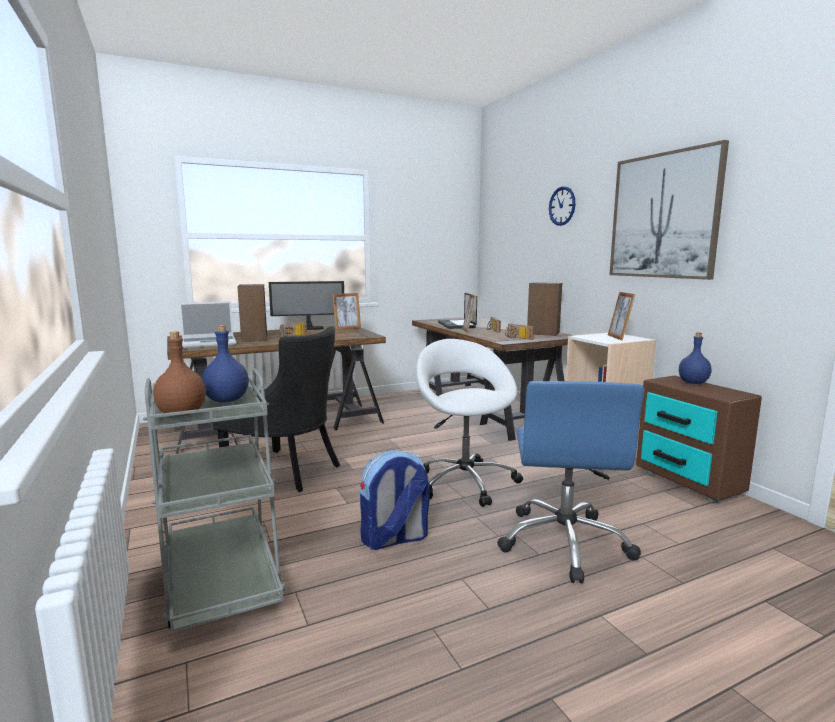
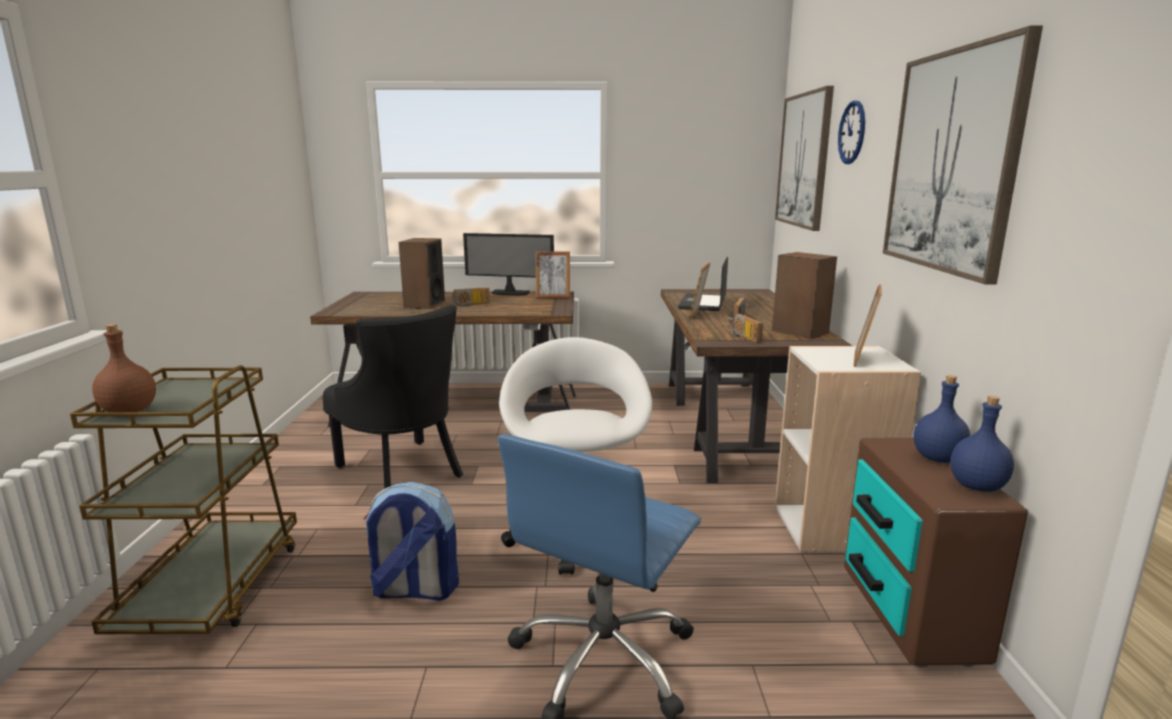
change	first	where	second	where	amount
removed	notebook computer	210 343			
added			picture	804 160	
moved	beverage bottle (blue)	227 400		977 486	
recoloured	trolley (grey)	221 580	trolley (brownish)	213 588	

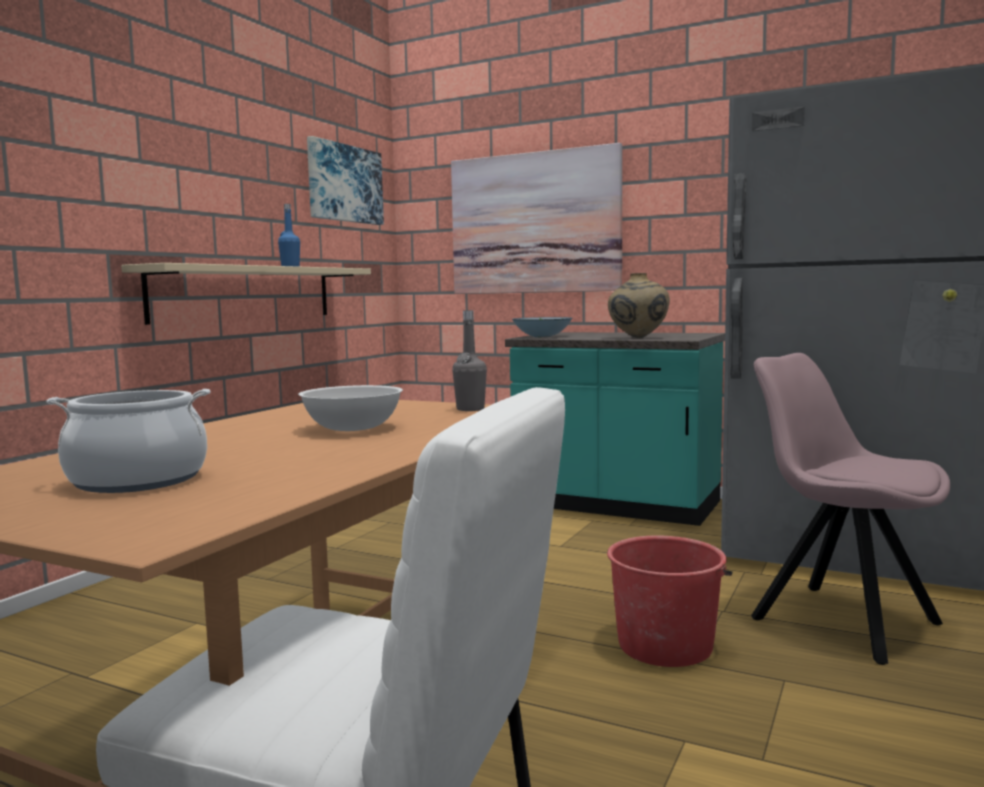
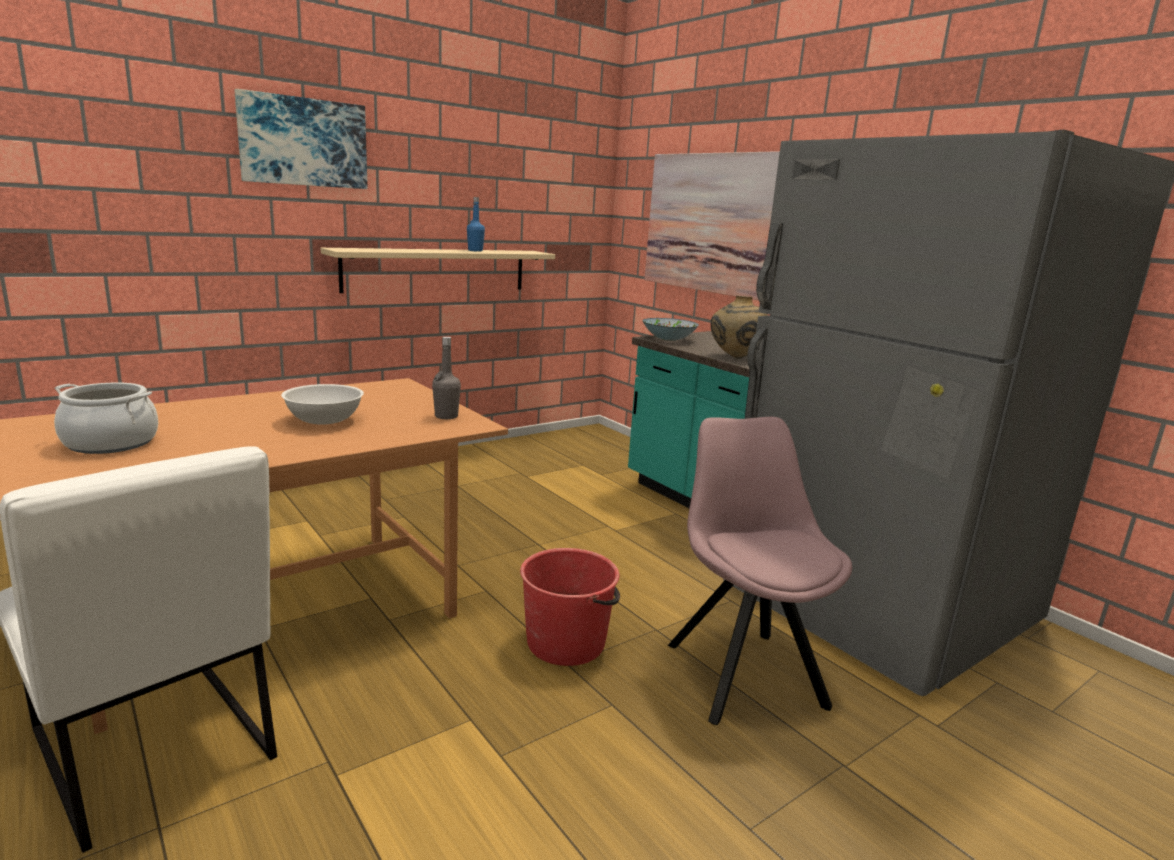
change	first	where	second	where	amount
moved	picture	344 183		303 142	

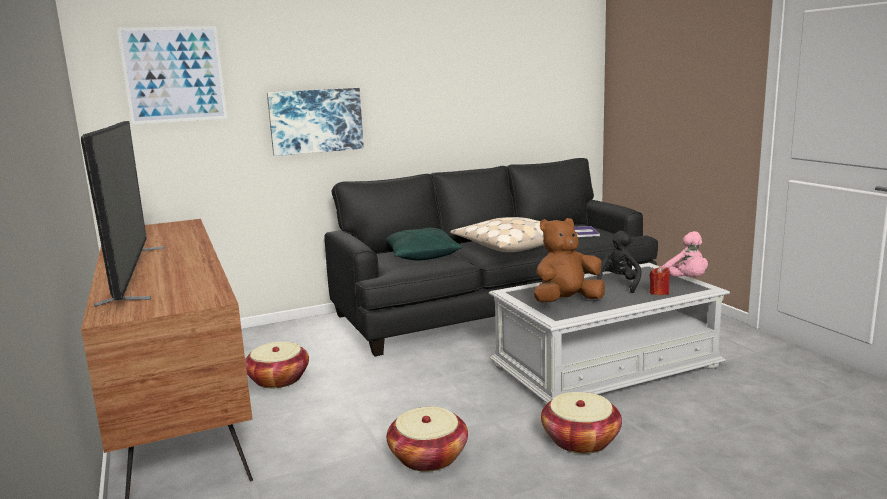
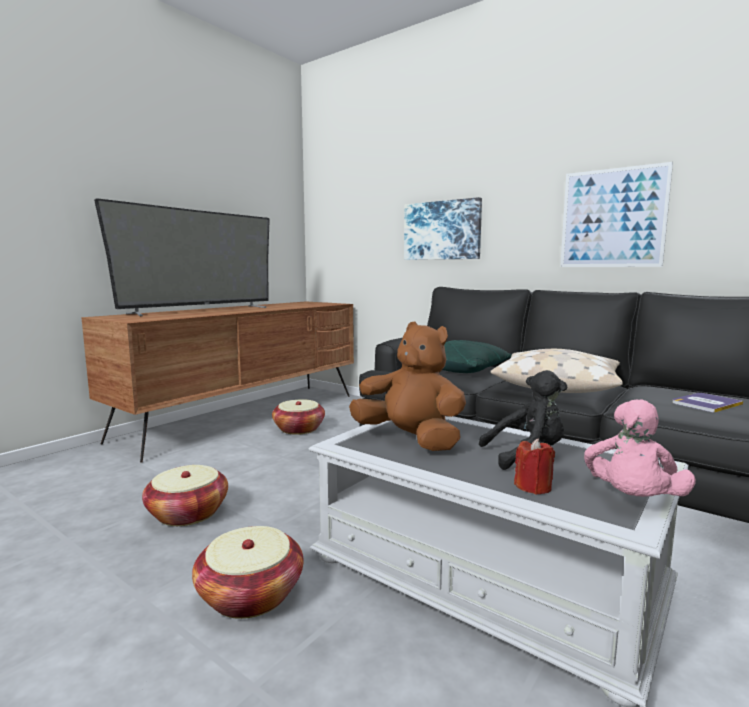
change	first	where	second	where	amount
moved	picture	174 74		612 218	

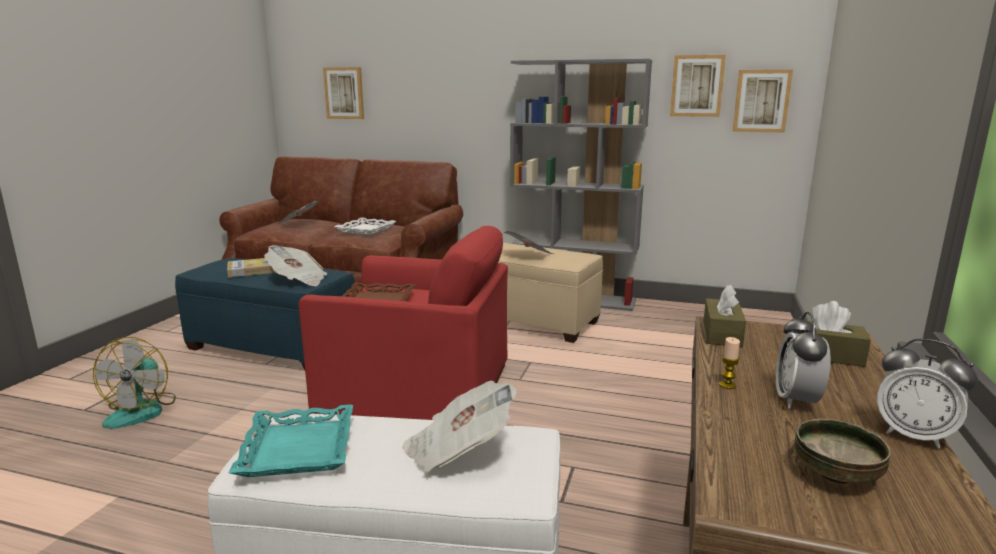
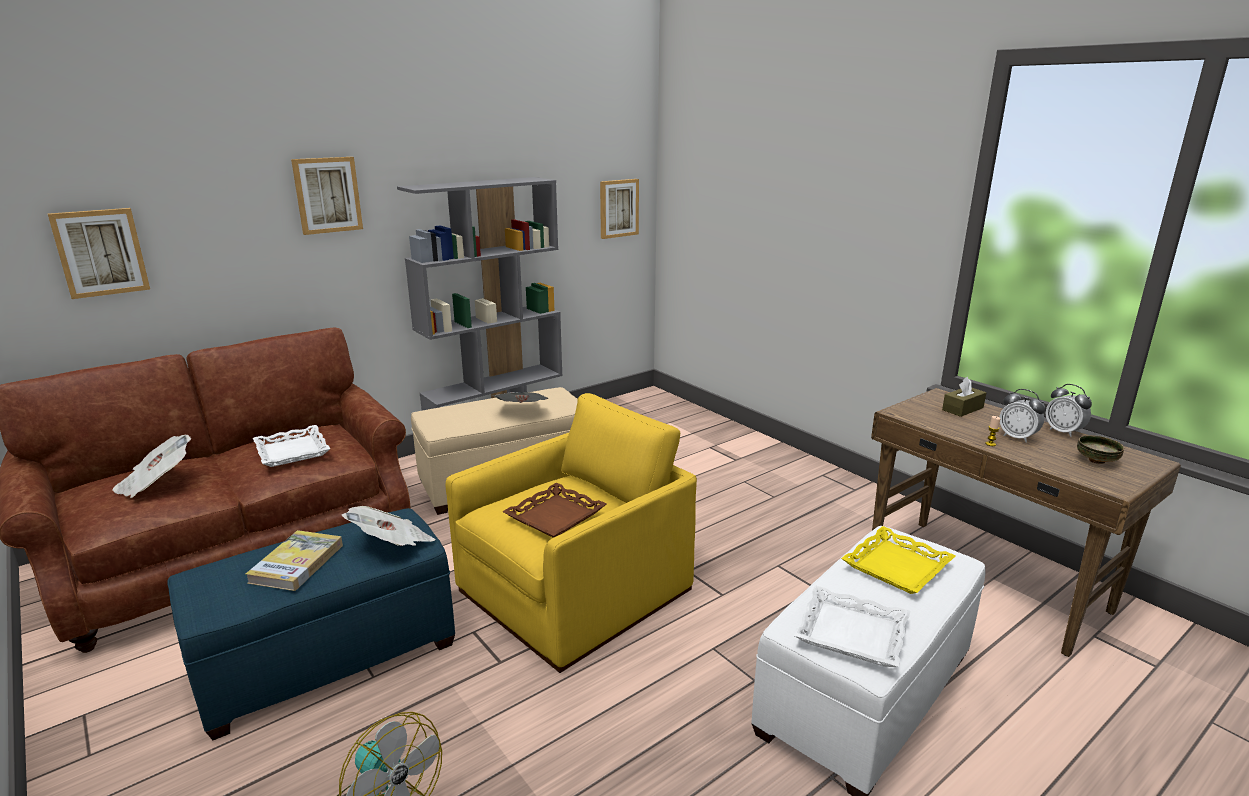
change	first	where	second	where	amount
removed	tissue holder (brownish)	722 334			
moved	picture	697 86		327 195	
replaced	printed paper	458 451	serving tray (yellow-coloured)	897 567	
recoloured	serving tray (blue-green)	297 448	serving tray (white-coloured)	851 634	
recoloured	easy chair (reddish)	415 389	easy chair (yellow-coloured)	575 591	
turned	table clock	913 435		1063 432	75 degrees clockwise

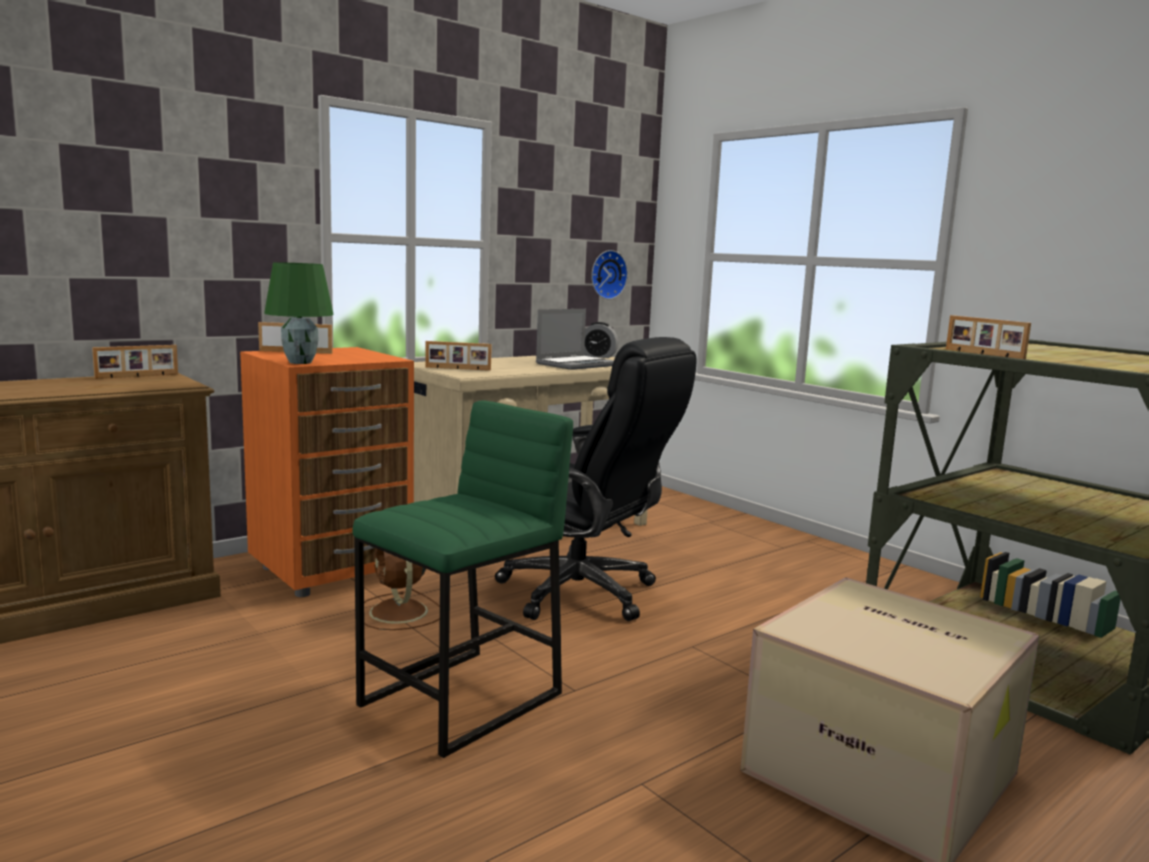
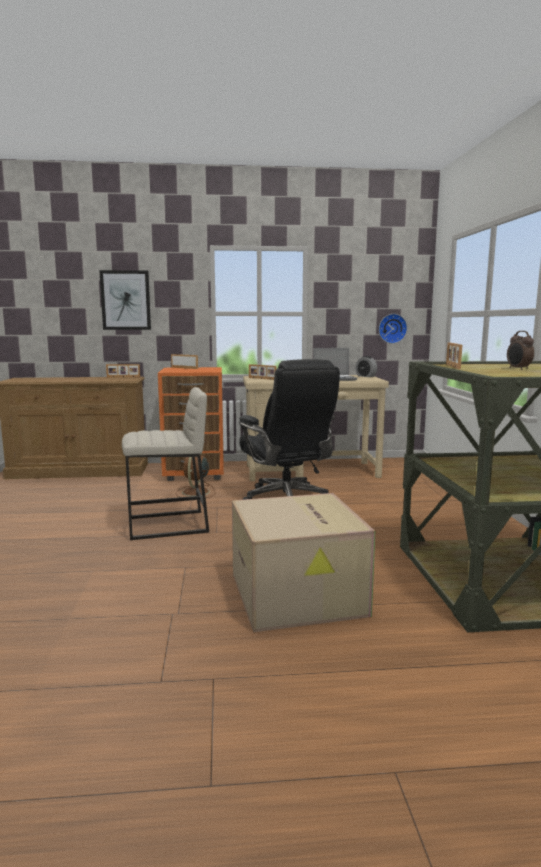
change	first	where	second	where	amount
removed	lamp for a table (green-coloured)	299 362			
added			picture	125 300	
added			table clock	518 369	
recoloured	sitting stool (green-coloured)	461 699	sitting stool (beige-coloured)	168 525	

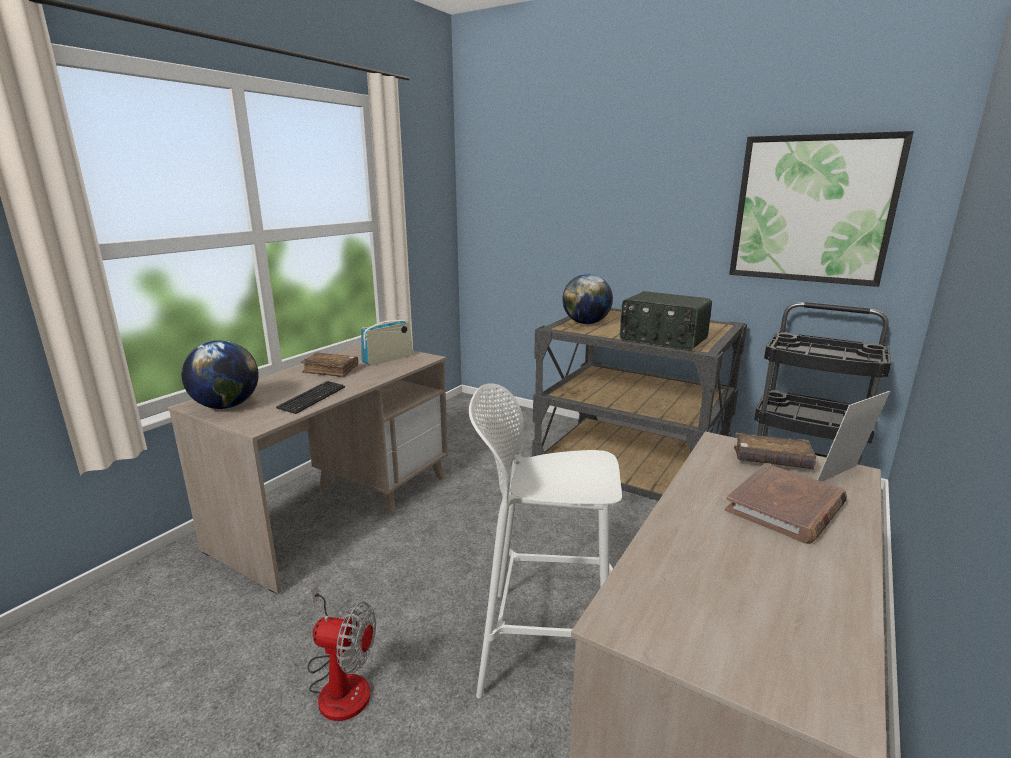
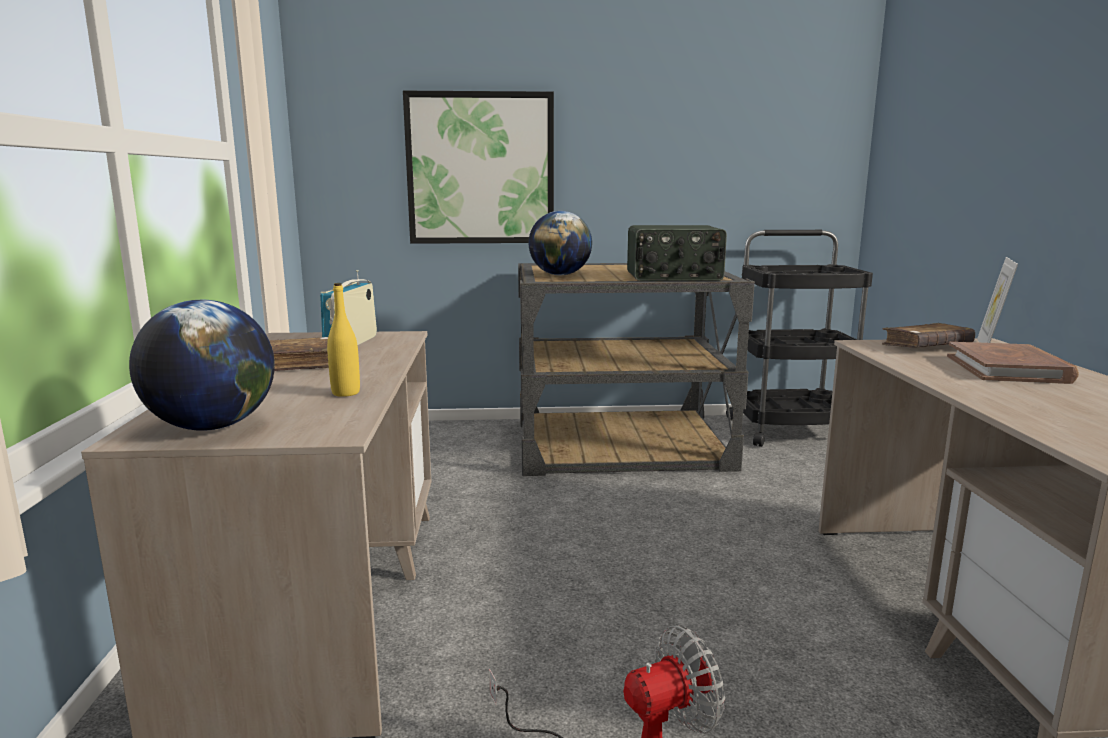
change	first	where	second	where	amount
removed	sitting stool (white-coloured)	542 645			
moved	picture	812 209		480 169	
replaced	PC keyboard	312 398	beverage bottle (yellow-coloured)	346 393	

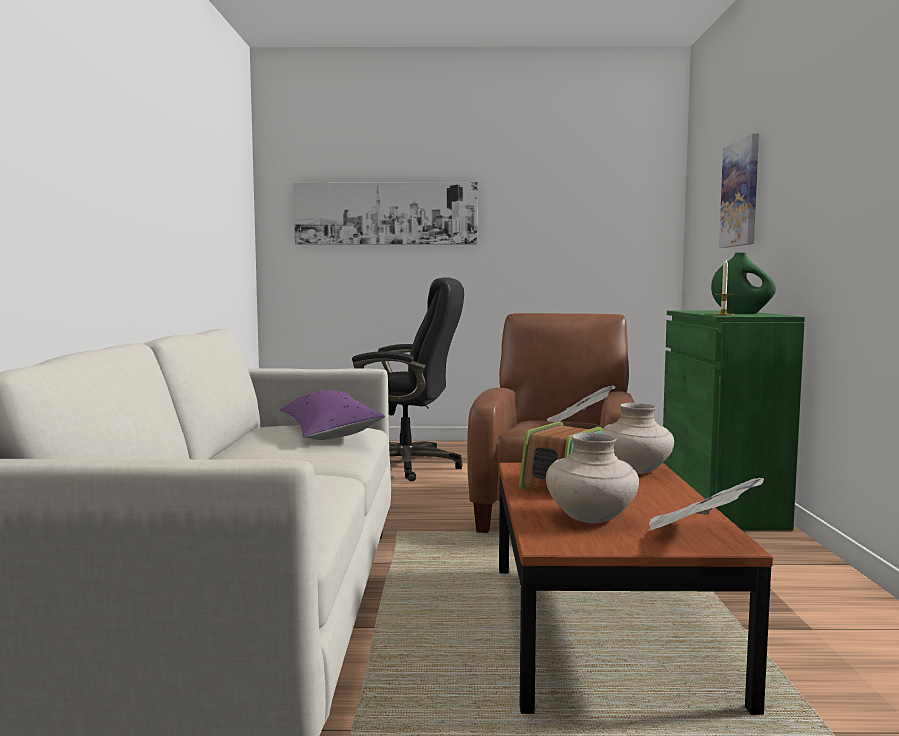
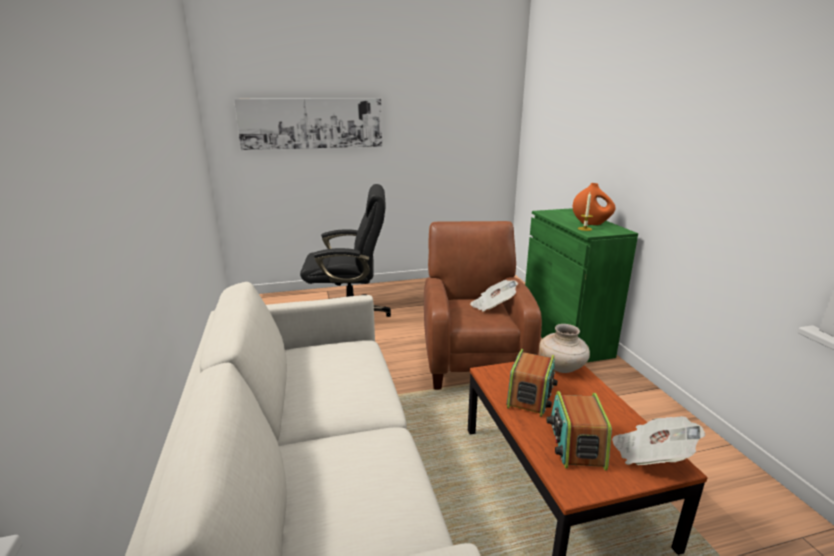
change	first	where	second	where	amount
removed	cushion (purple-coloured)	328 431			
removed	picture	740 194			
replaced	vase (beige-coloured)	591 518	radio	576 444	
recoloured	vase (green-coloured)	741 313	vase (orangey)	591 223	

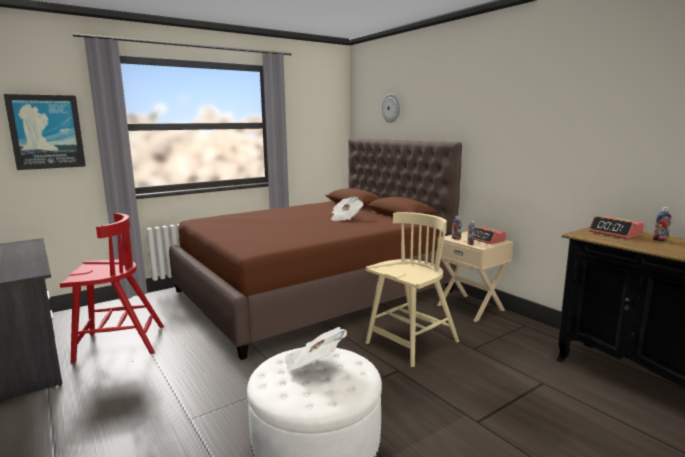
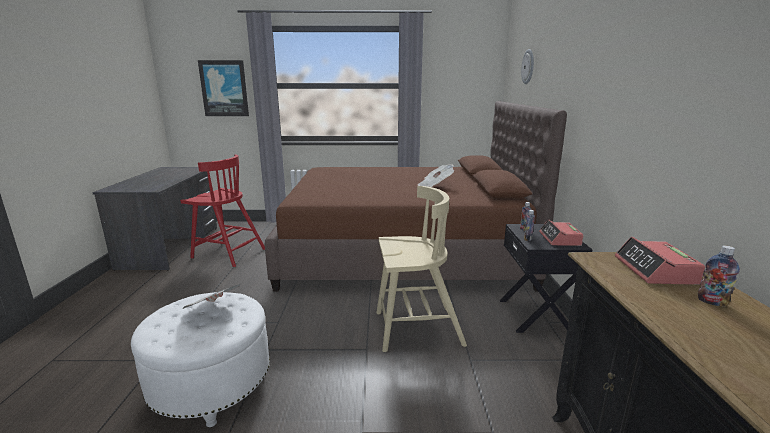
change	first	where	second	where	amount
recoloured	nightstand (beige-coloured)	471 307	nightstand (black-coloured)	535 315	

